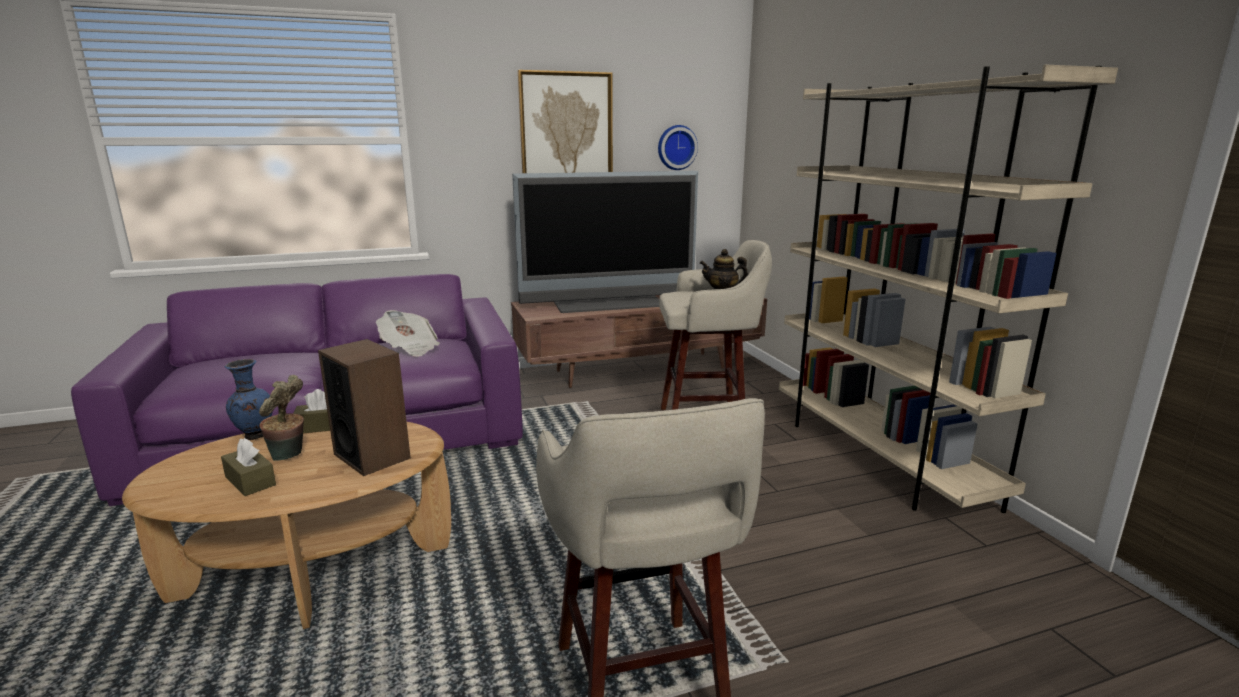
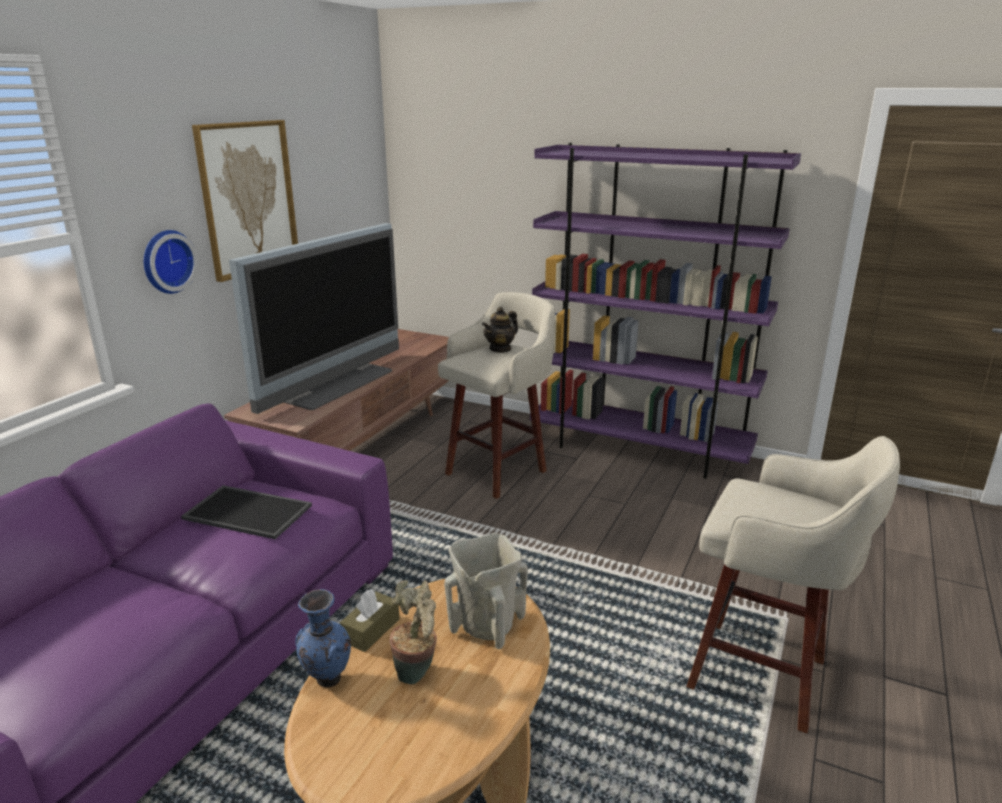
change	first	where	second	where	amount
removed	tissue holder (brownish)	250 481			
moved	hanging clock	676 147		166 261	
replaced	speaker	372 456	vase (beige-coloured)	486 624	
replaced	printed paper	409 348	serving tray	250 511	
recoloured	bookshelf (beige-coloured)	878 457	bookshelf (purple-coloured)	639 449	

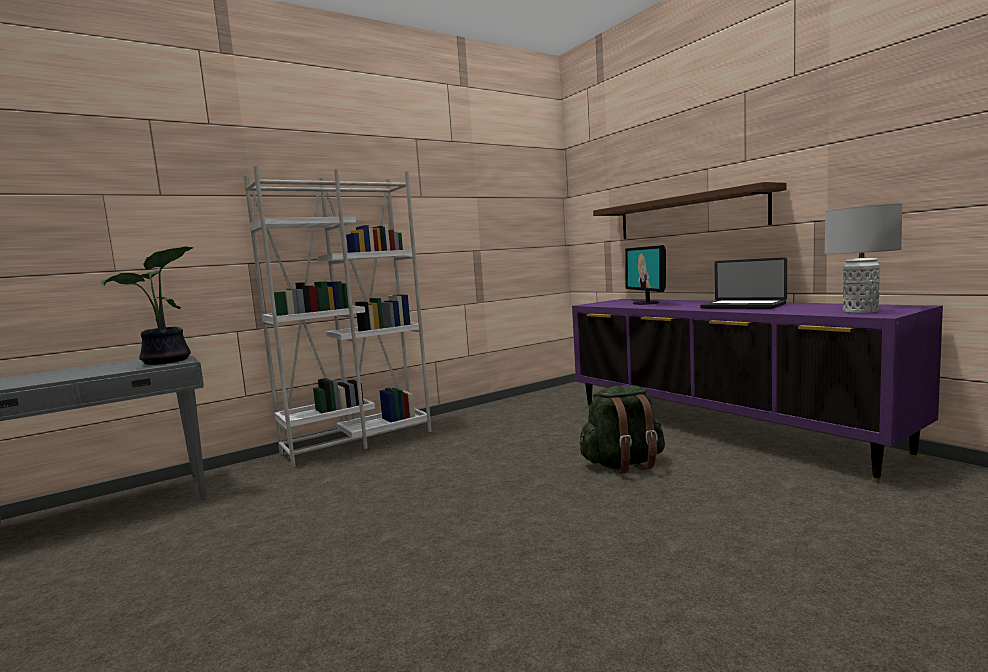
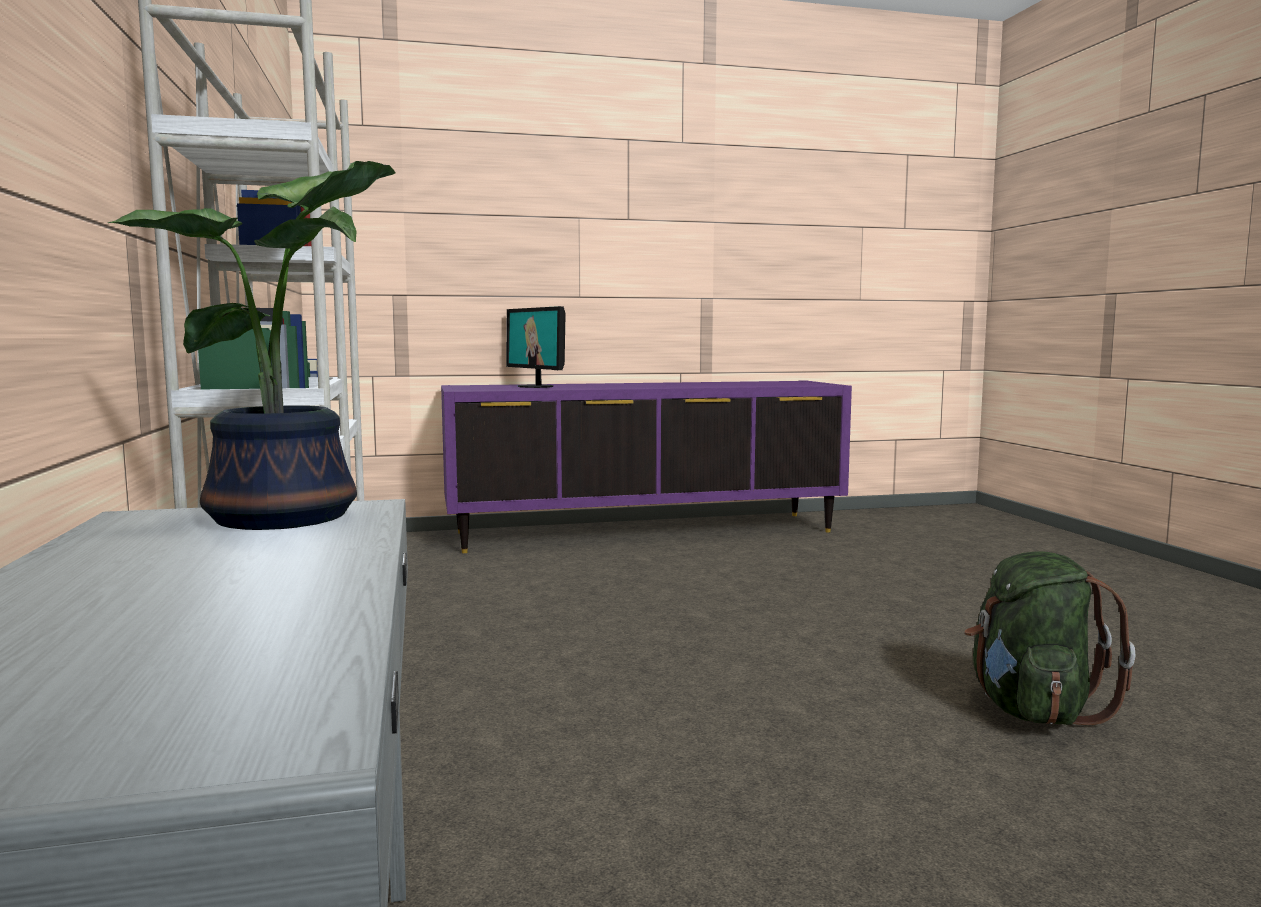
change	first	where	second	where	amount
removed	bracket shelf (brownish)	688 215			
removed	notebook computer	742 306			
removed	lamp for a table (white-coloured)	859 311			
moved	backpack (green-coloured)	623 464		1032 710	
turned	computer screen	646 303		536 386	45 degrees clockwise

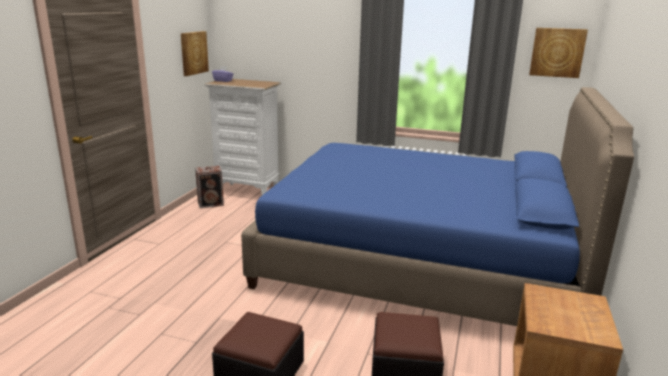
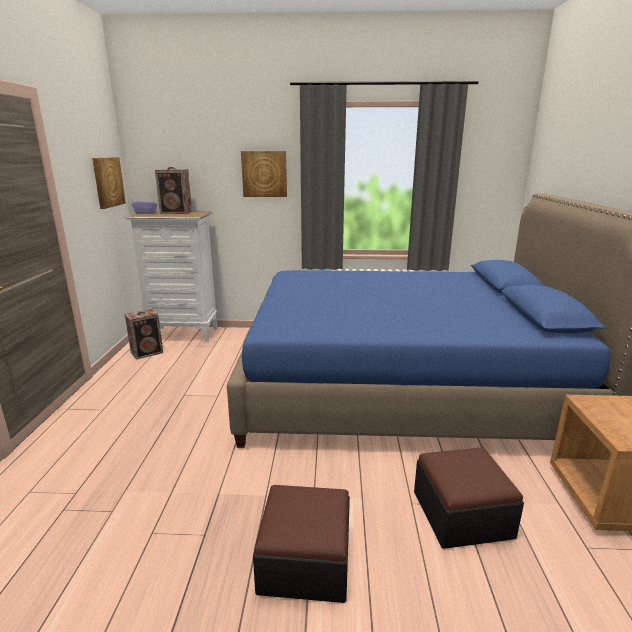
change	first	where	second	where	amount
added			speaker	177 212	
moved	picture	557 52		264 174	

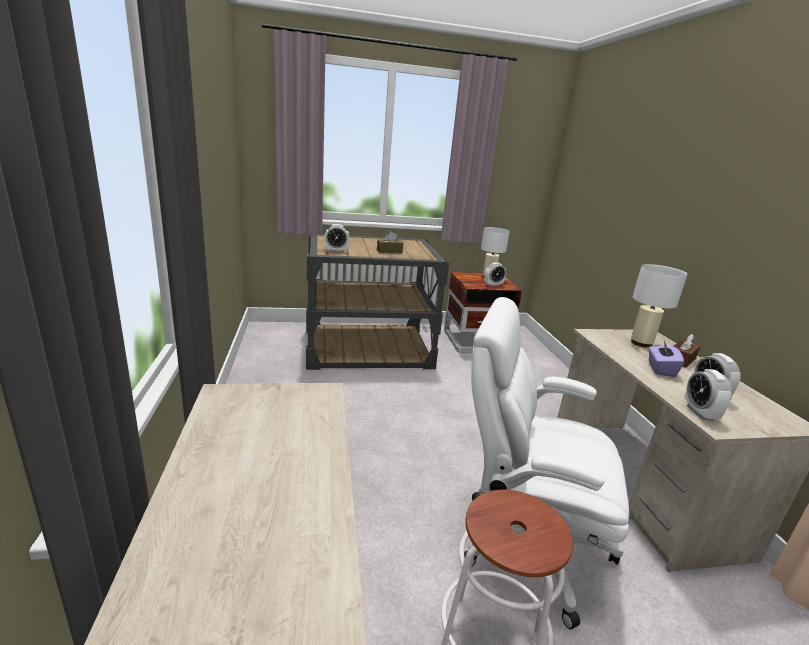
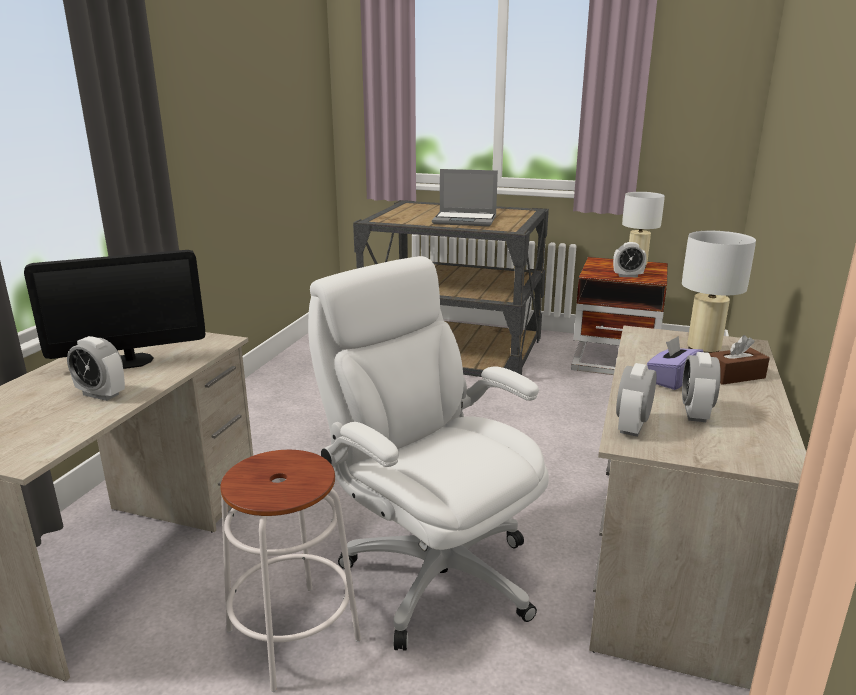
change	first	where	second	where	amount
added			computer screen	130 361	
moved	table clock	336 251		101 394	
replaced	tissue holder (brownish)	389 251	notebook computer	465 220	

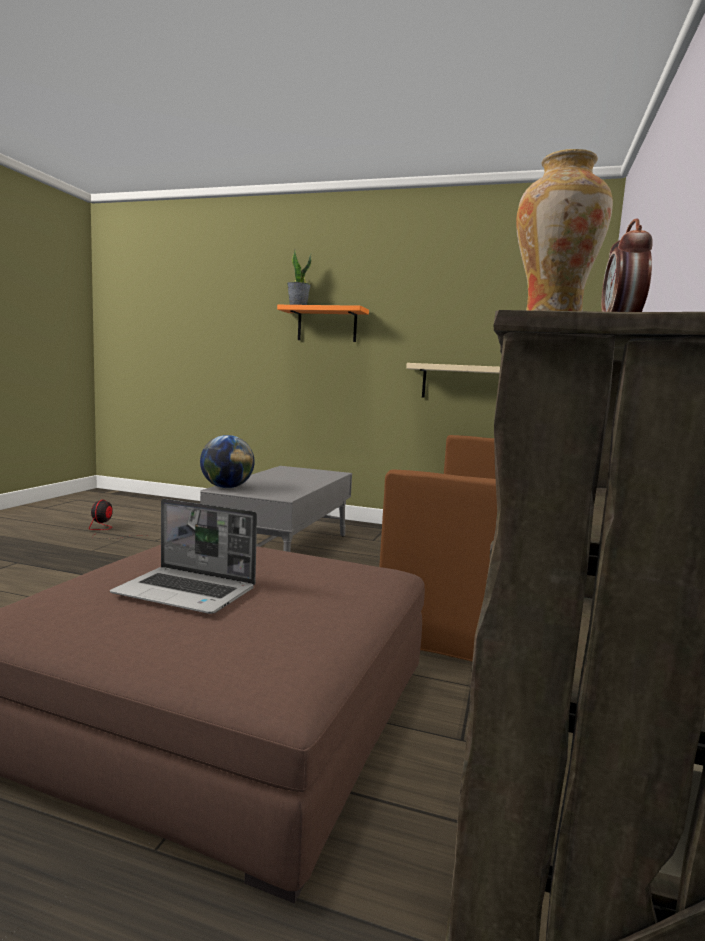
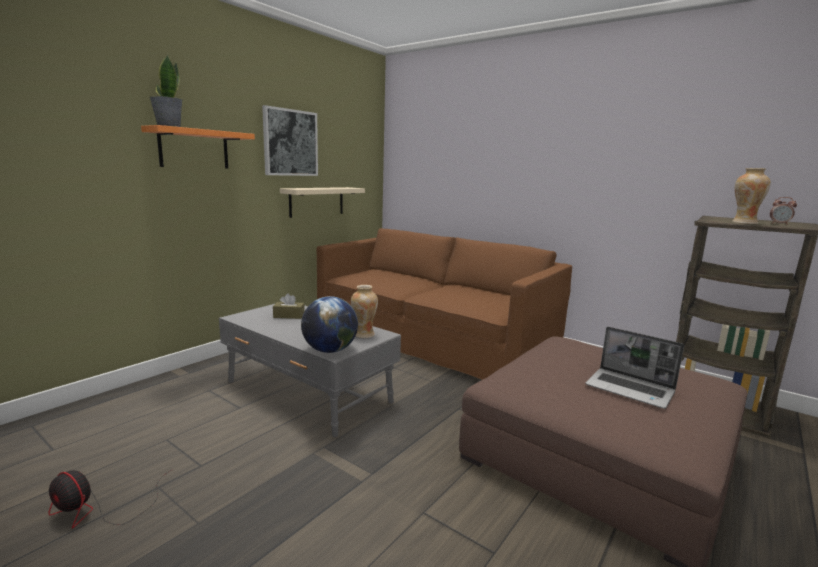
change	first	where	second	where	amount
added			picture	290 143	
added			tissue holder (brownish)	289 316	
added			vase	364 335	
turned	notebook computer	187 592		631 389	90 degrees clockwise

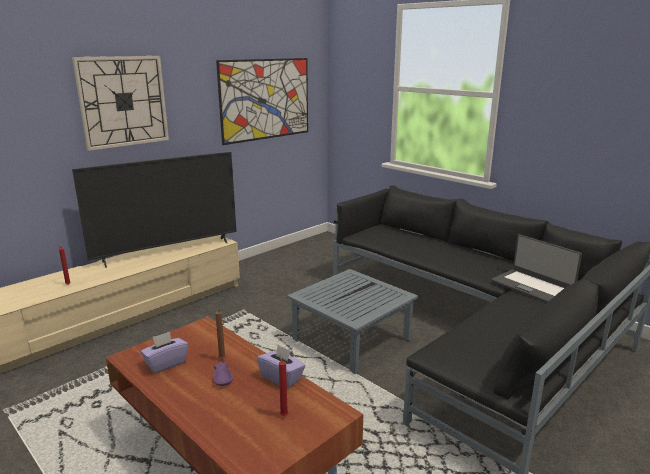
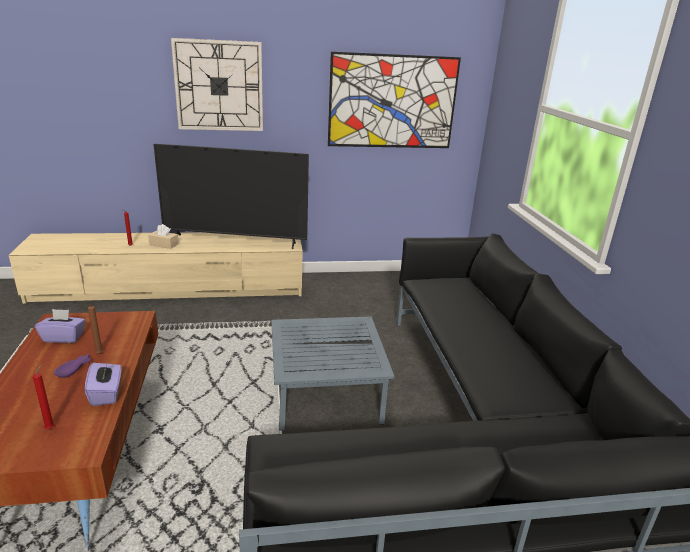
change	first	where	second	where	amount
removed	notebook computer	532 286			
added			tissue holder (beige-coloured)	164 244	

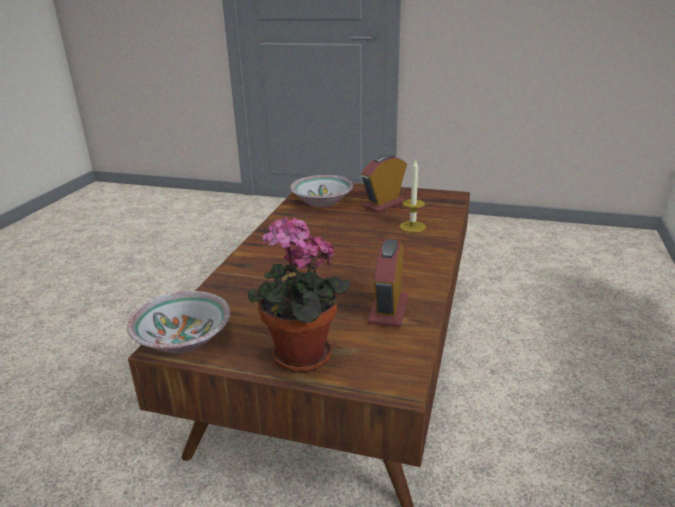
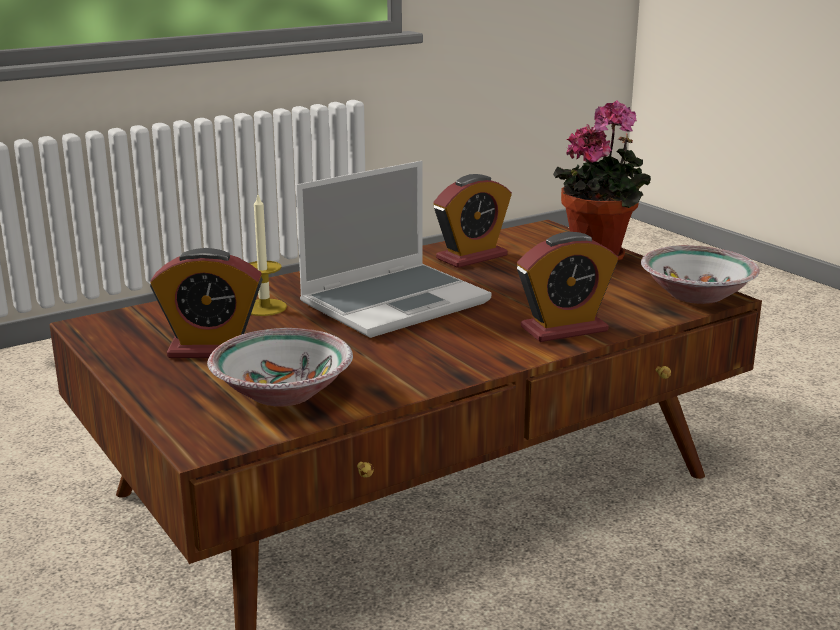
change	first	where	second	where	amount
added			notebook computer	395 302	
added			table clock	564 329	

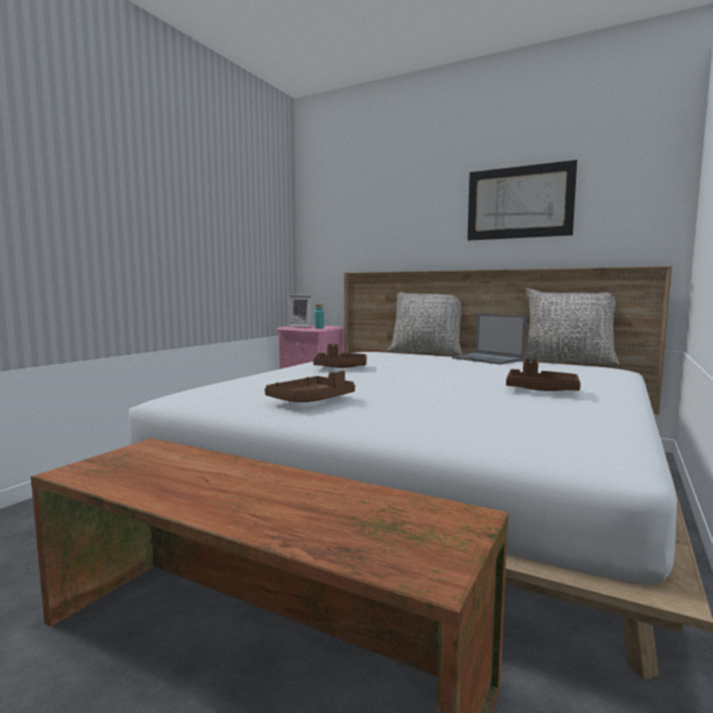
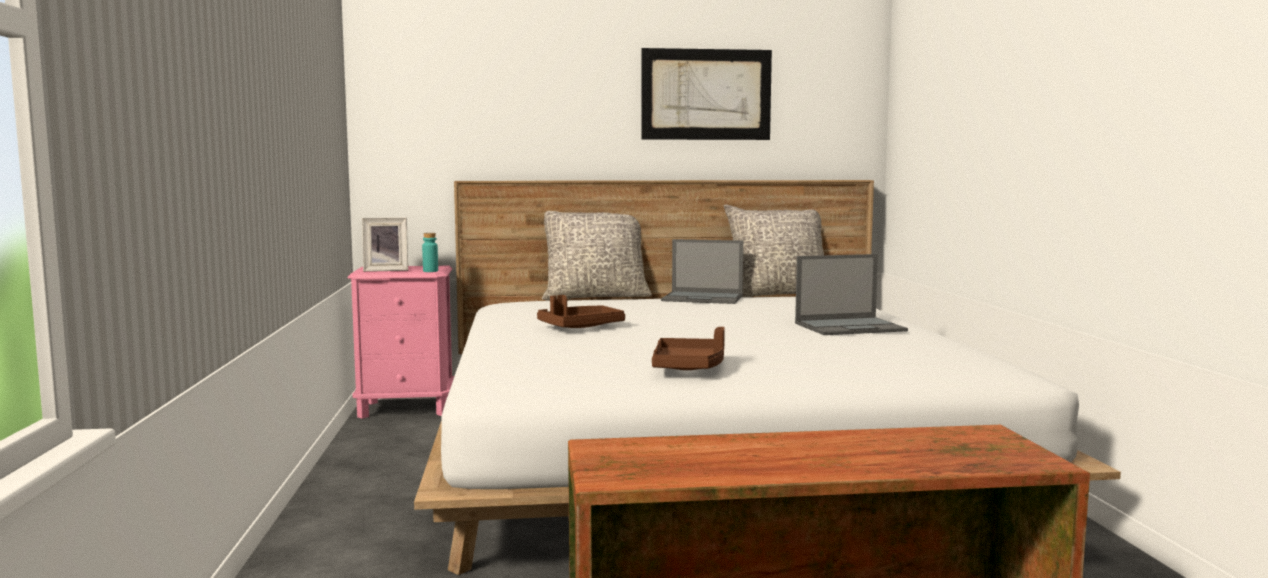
change	first	where	second	where	amount
replaced	serving tray (brownish)	541 390	notebook computer	851 327	

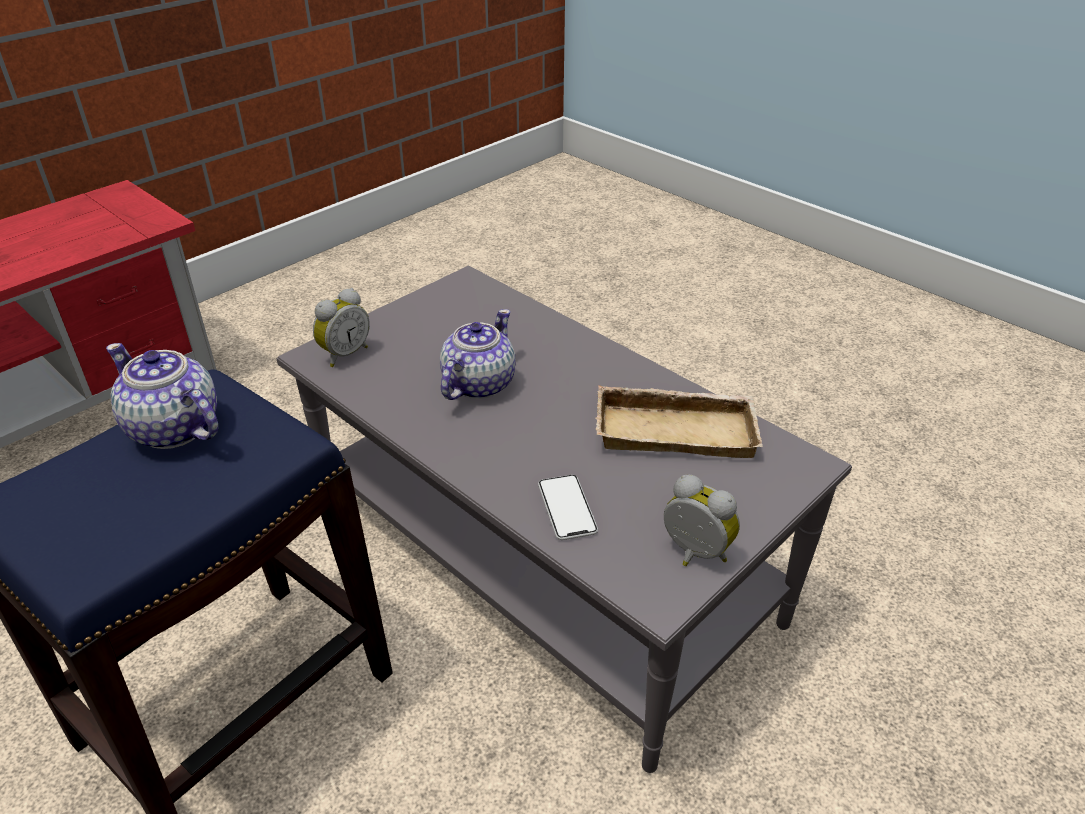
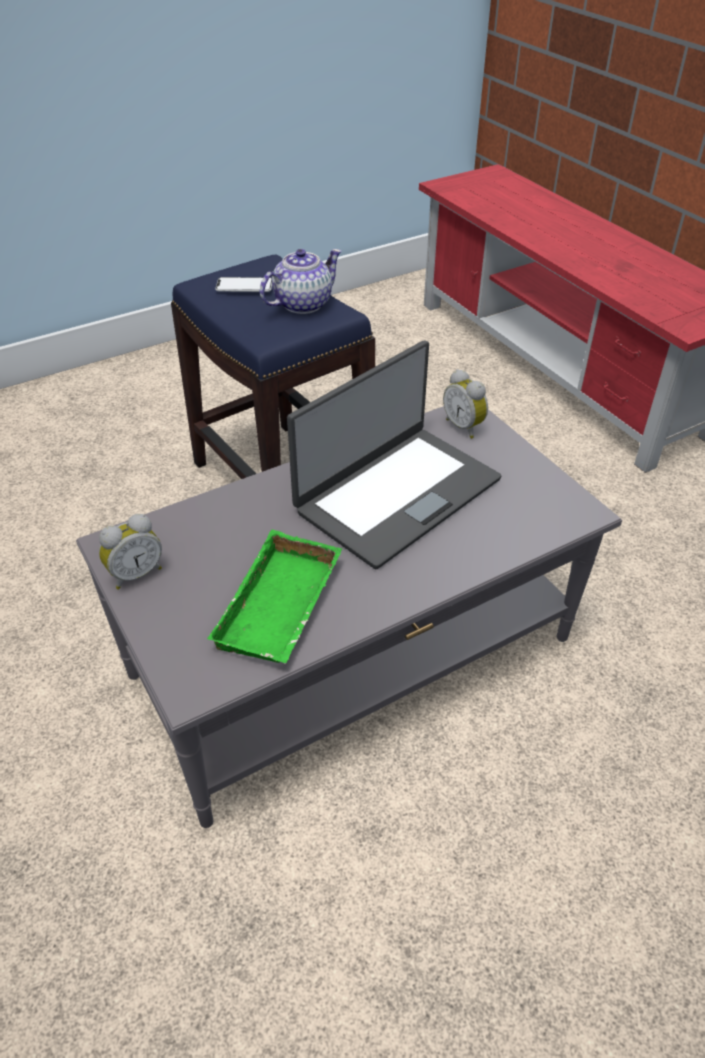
change	first	where	second	where	amount
moved	telephone	567 508		244 286	
replaced	tea pot	477 384	notebook computer	396 494	
recoloured	serving tray (beige-coloured)	677 428	serving tray (green-coloured)	282 608	

